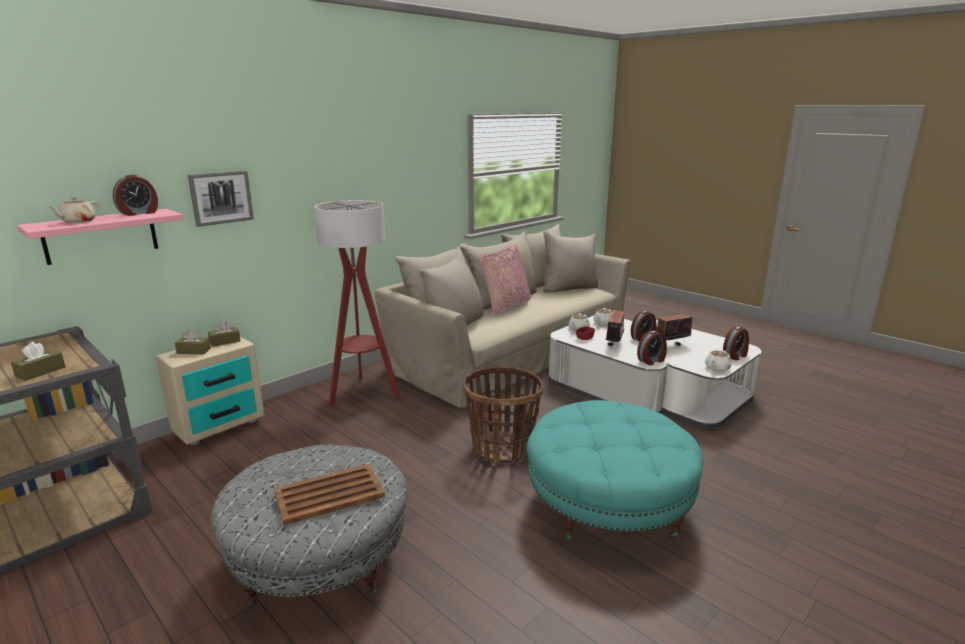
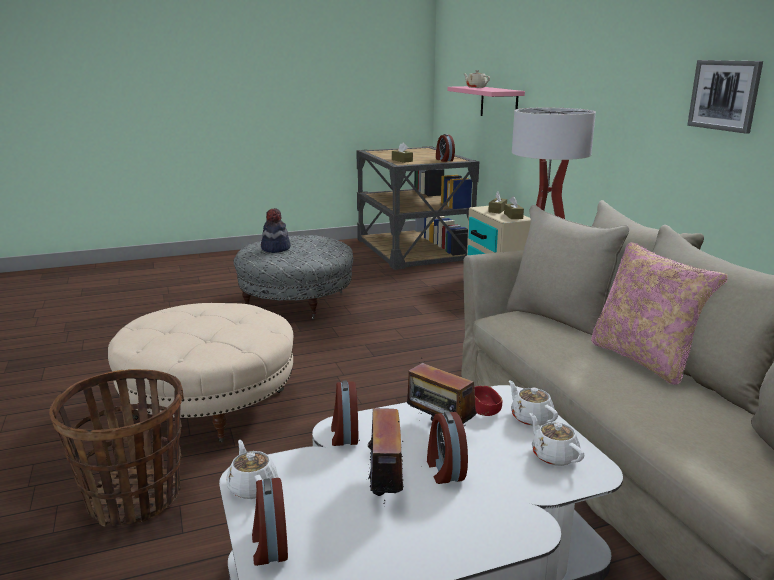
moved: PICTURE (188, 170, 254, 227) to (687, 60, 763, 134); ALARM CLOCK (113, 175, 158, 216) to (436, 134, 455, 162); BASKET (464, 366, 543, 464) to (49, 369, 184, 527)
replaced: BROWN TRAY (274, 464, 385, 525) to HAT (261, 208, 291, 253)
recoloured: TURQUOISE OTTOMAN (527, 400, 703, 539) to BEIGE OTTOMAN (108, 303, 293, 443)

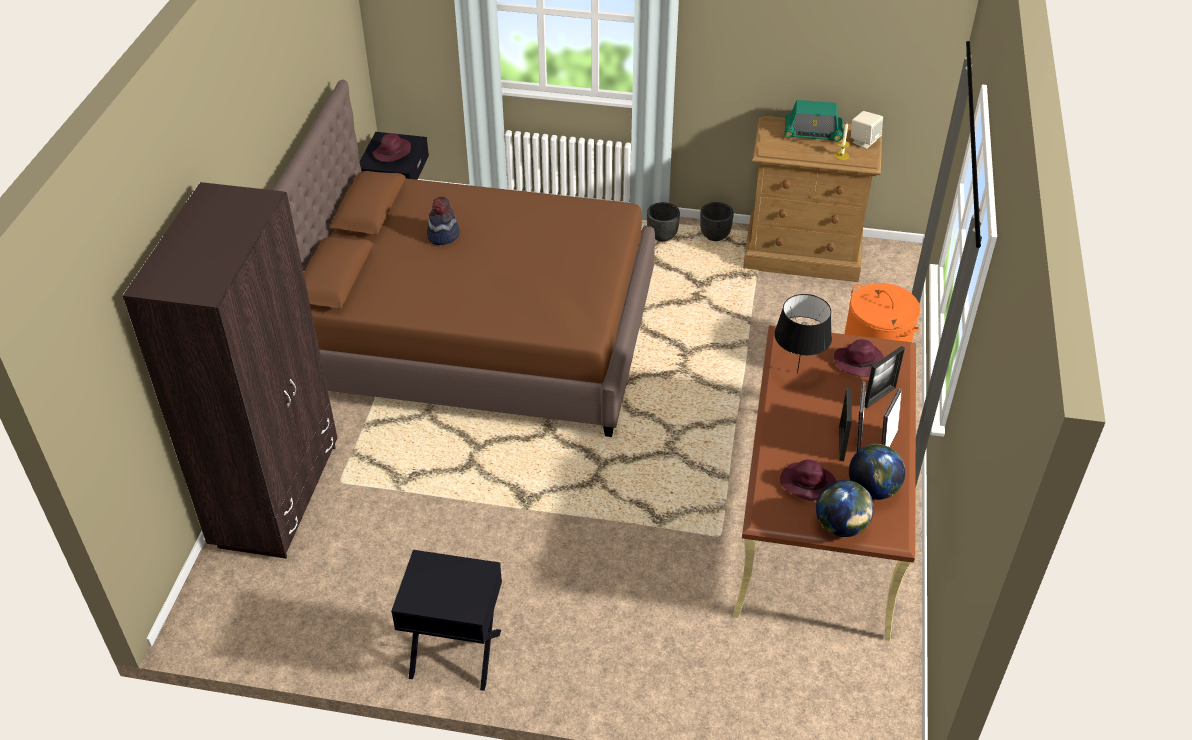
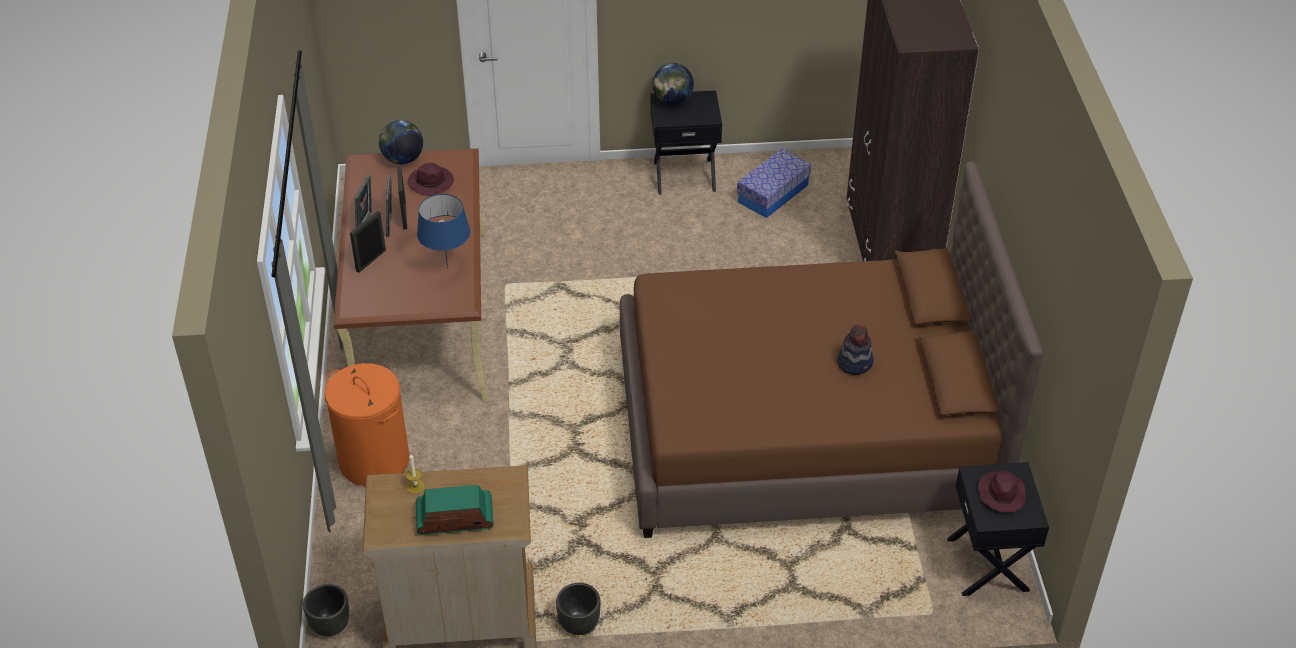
removed: BEIGE SPEAKER (851, 111, 883, 149); PURPLE HAT (834, 339, 884, 377)
added: STORAGE BOX (737, 149, 812, 218)
moved: BLACK PLANTER (647, 202, 680, 242) to (303, 584, 349, 636); GLOBE (849, 444, 905, 500) to (653, 63, 694, 105)
recoloured: BLACK TABLE LAMP (774, 294, 832, 373) to BLUE TABLE LAMP (417, 194, 470, 269)

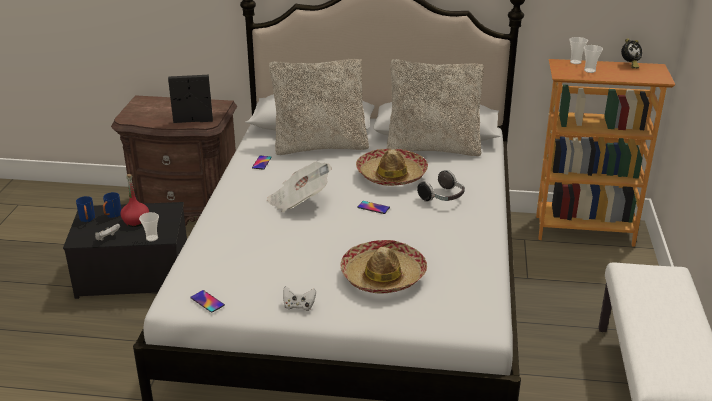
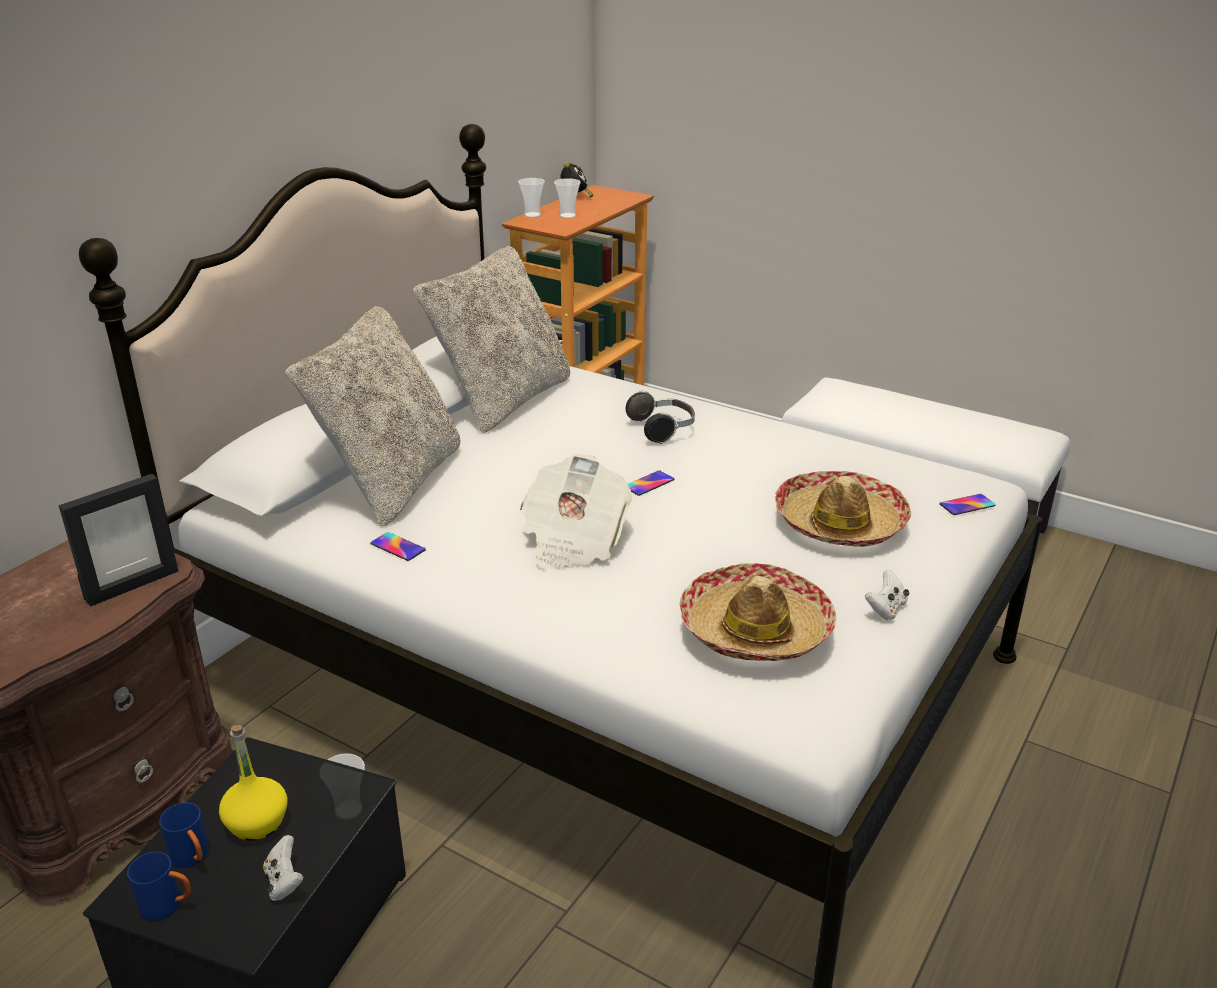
moved: HAT (356, 149, 428, 186) to (679, 563, 836, 661); PHONE (190, 290, 225, 313) to (940, 494, 996, 515)
recoloured: RED BOTTLE (120, 174, 149, 227) to YELLOW BOTTLE (219, 725, 288, 841)
turned: PICTURE FRAME (168, 75, 213, 123) = (59, 474, 178, 606) 150 degrees counterclockwise

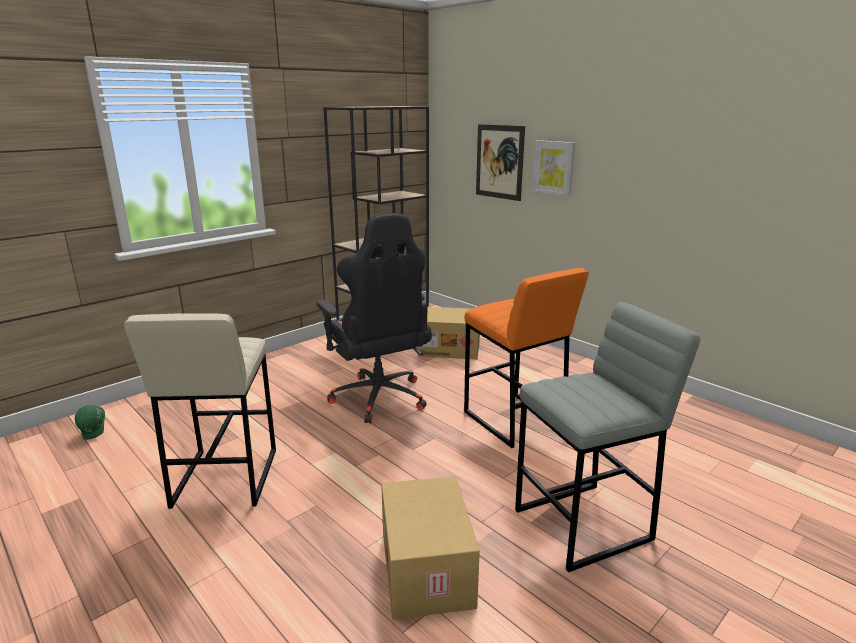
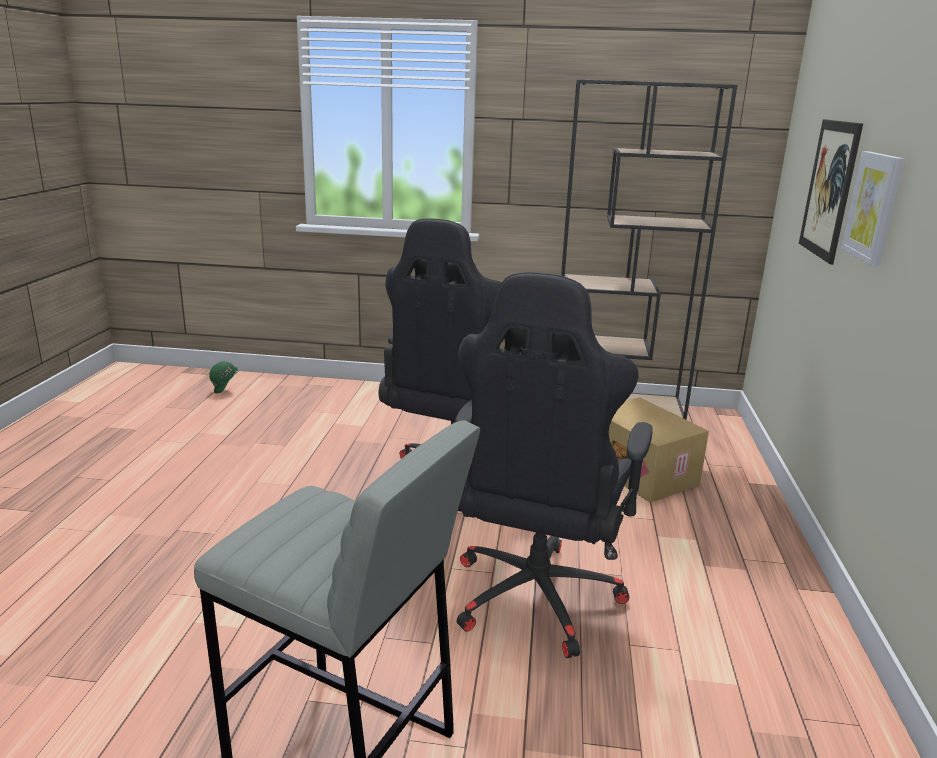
removed: BEIGE STOOL (124, 313, 276, 509); CARDBOARD BOX (381, 476, 480, 620)
replaced: ORANGE STOOL (464, 268, 589, 448) to BLACK OFFICE CHAIR (455, 272, 653, 658)

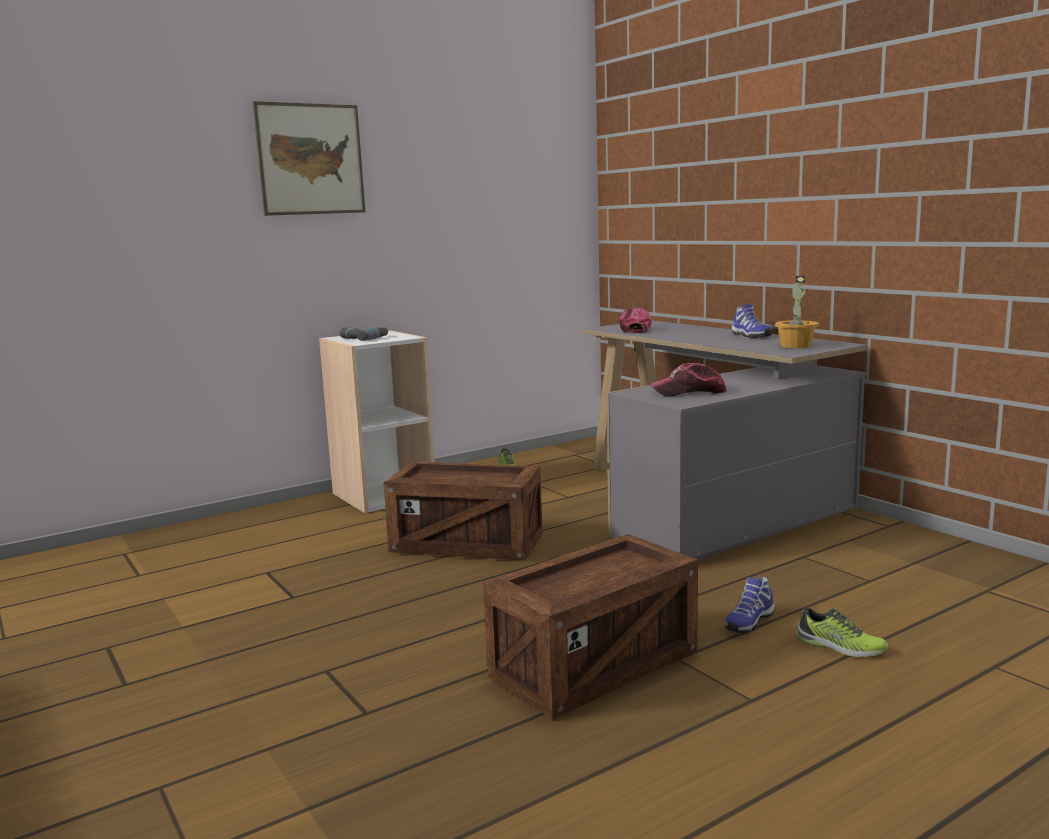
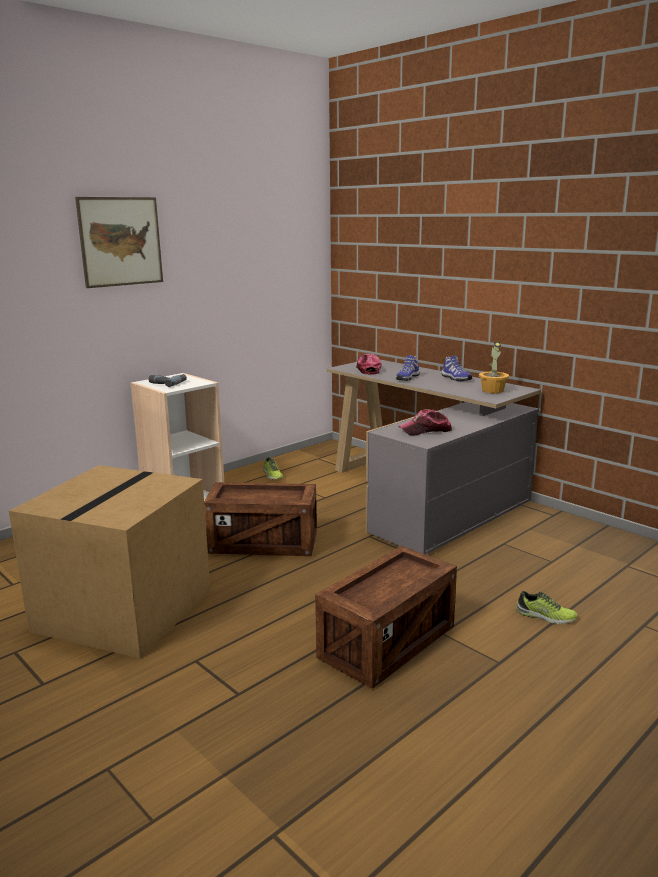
added: CARDBOARD BOX (9, 465, 210, 658)
moved: SHOE (725, 577, 775, 634) to (396, 355, 420, 381)

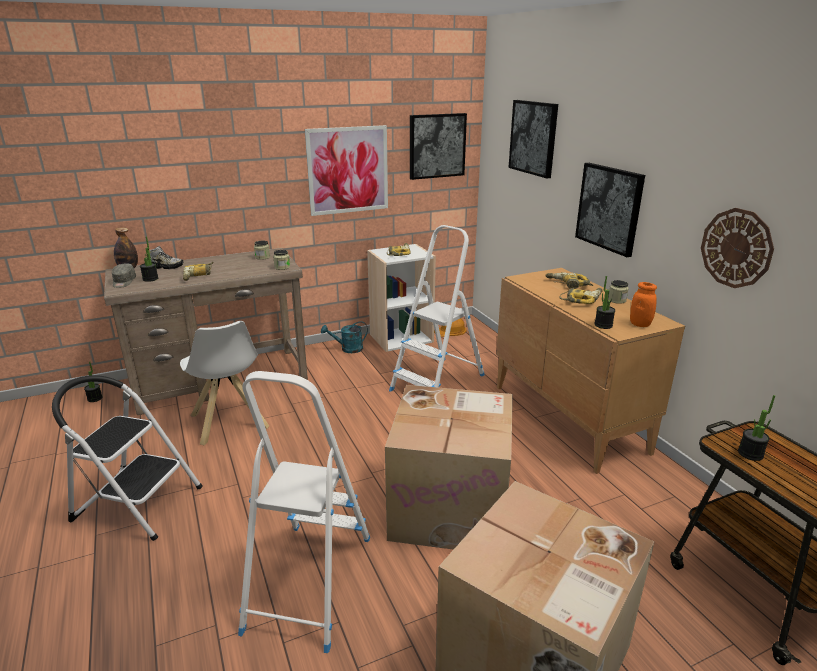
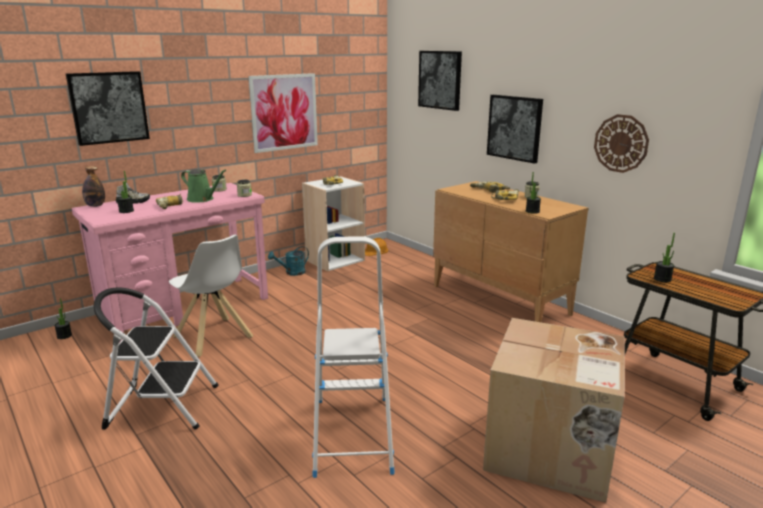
removed: WHITE STEP LADDER (389, 225, 485, 392); GREY CAP (112, 263, 136, 288); ORANGE JAR (630, 282, 657, 327); CARDBOARD BOX (385, 385, 513, 550)
added: GREEN WATERING CAN (181, 169, 226, 203)
moved: PICTURE (410, 113, 467, 180) to (66, 71, 150, 146)
recoloured: BROWN DESK (104, 248, 308, 415) to PINK DESK (72, 183, 268, 343)

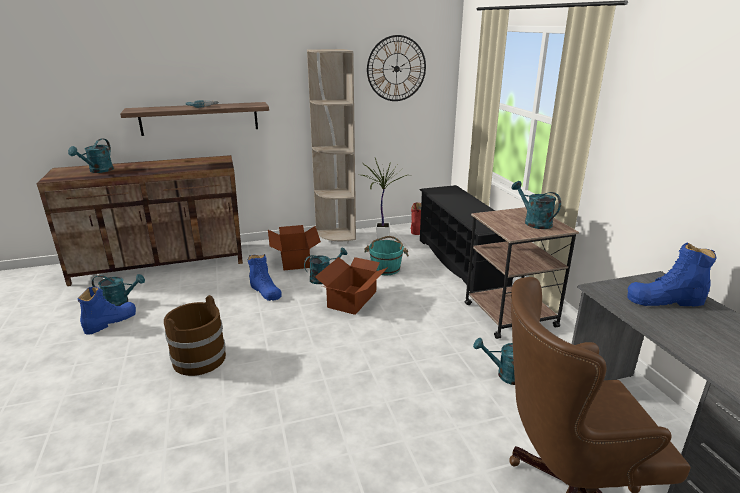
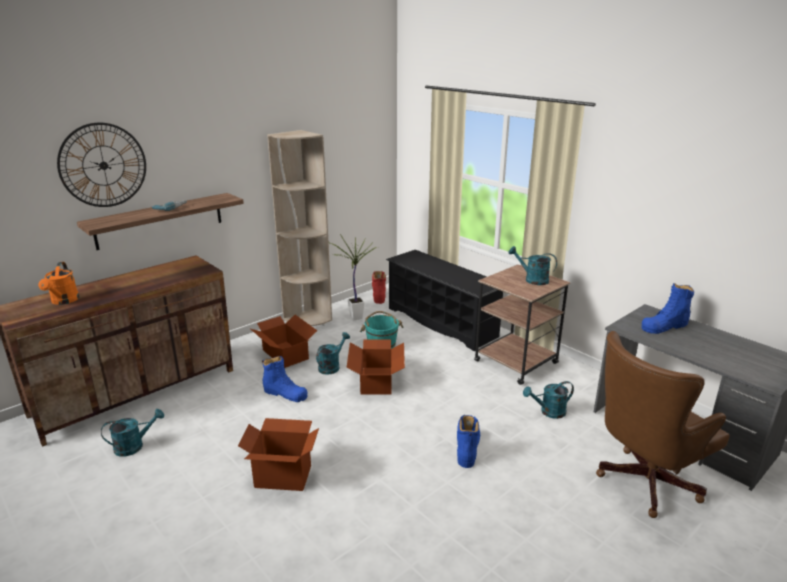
moved: WALL CLOCK (367, 35, 426, 101) to (57, 122, 146, 207); BLUE BOOT (78, 286, 136, 335) to (457, 415, 480, 468)
replaced: BROWN BUCKET (164, 295, 226, 376) to CARDBOARD BOX (238, 418, 319, 491)
recoloured: TURQUOISE WATERING CAN (68, 139, 114, 173) to ORANGE WATERING CAN (38, 262, 79, 305)

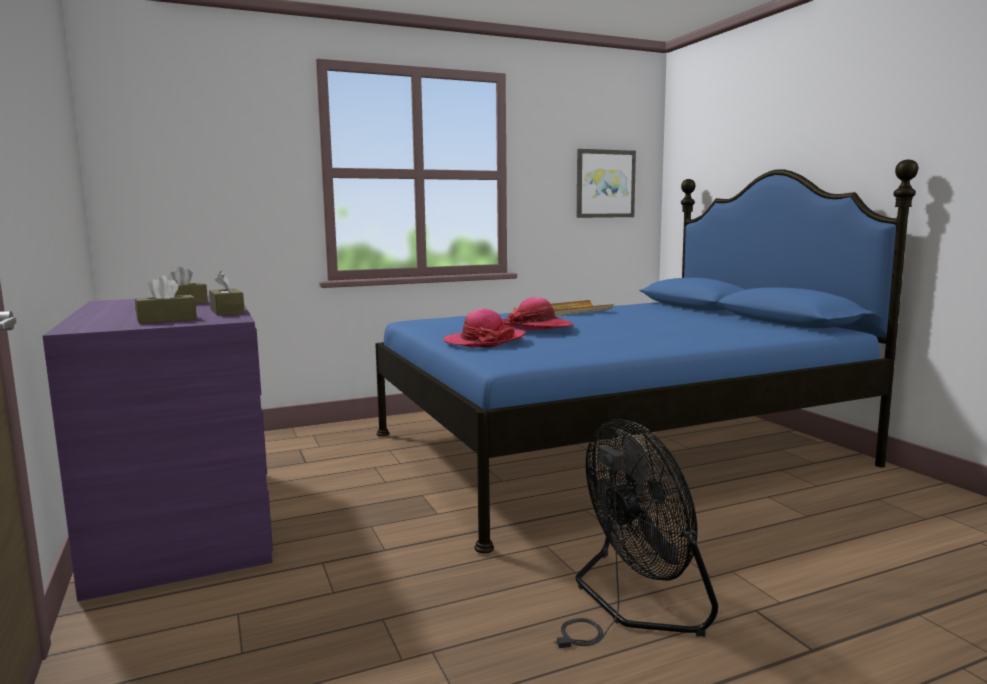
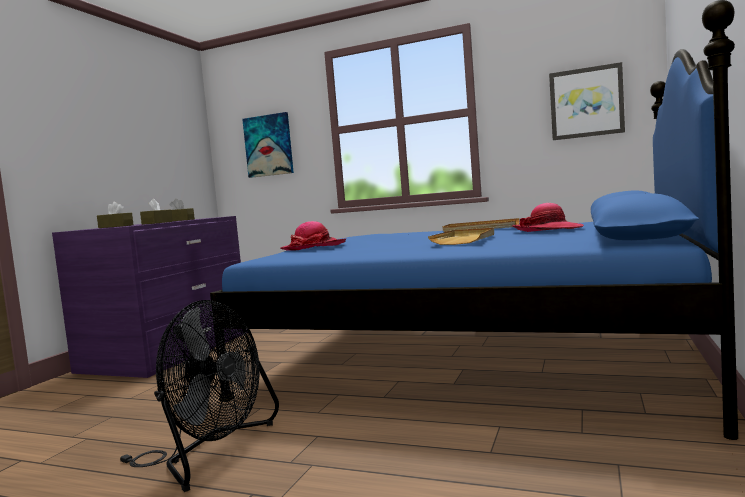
added: PICTURE (242, 112, 294, 178); BEIGE TRAY (428, 228, 494, 245)
moved: HAT (502, 297, 573, 330) to (512, 203, 584, 232)

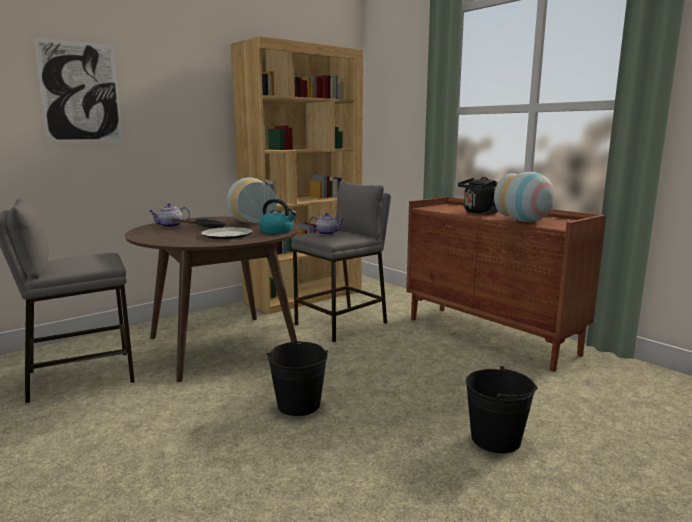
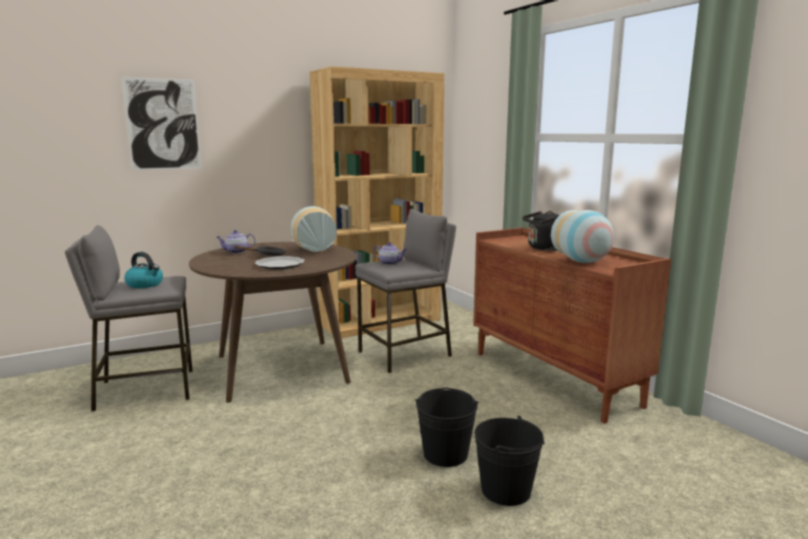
moved: KETTLE (259, 199, 297, 234) to (124, 252, 163, 288); BLACK BUCKET (267, 341, 328, 416) to (415, 388, 478, 467)

